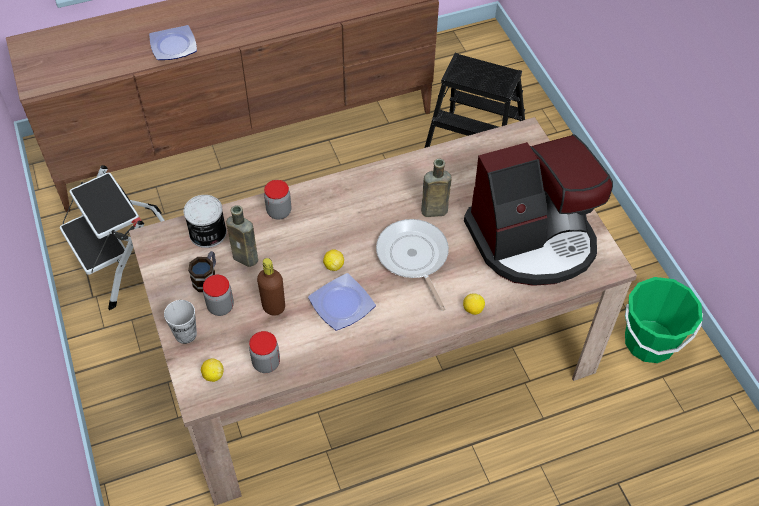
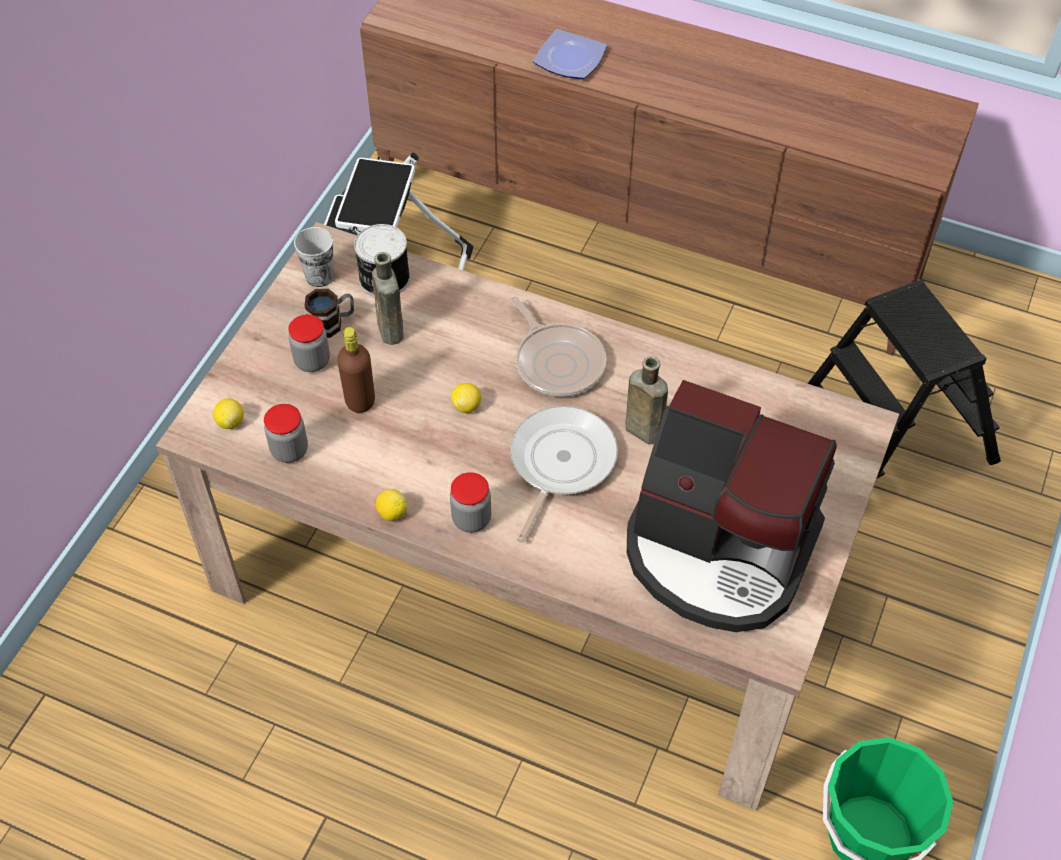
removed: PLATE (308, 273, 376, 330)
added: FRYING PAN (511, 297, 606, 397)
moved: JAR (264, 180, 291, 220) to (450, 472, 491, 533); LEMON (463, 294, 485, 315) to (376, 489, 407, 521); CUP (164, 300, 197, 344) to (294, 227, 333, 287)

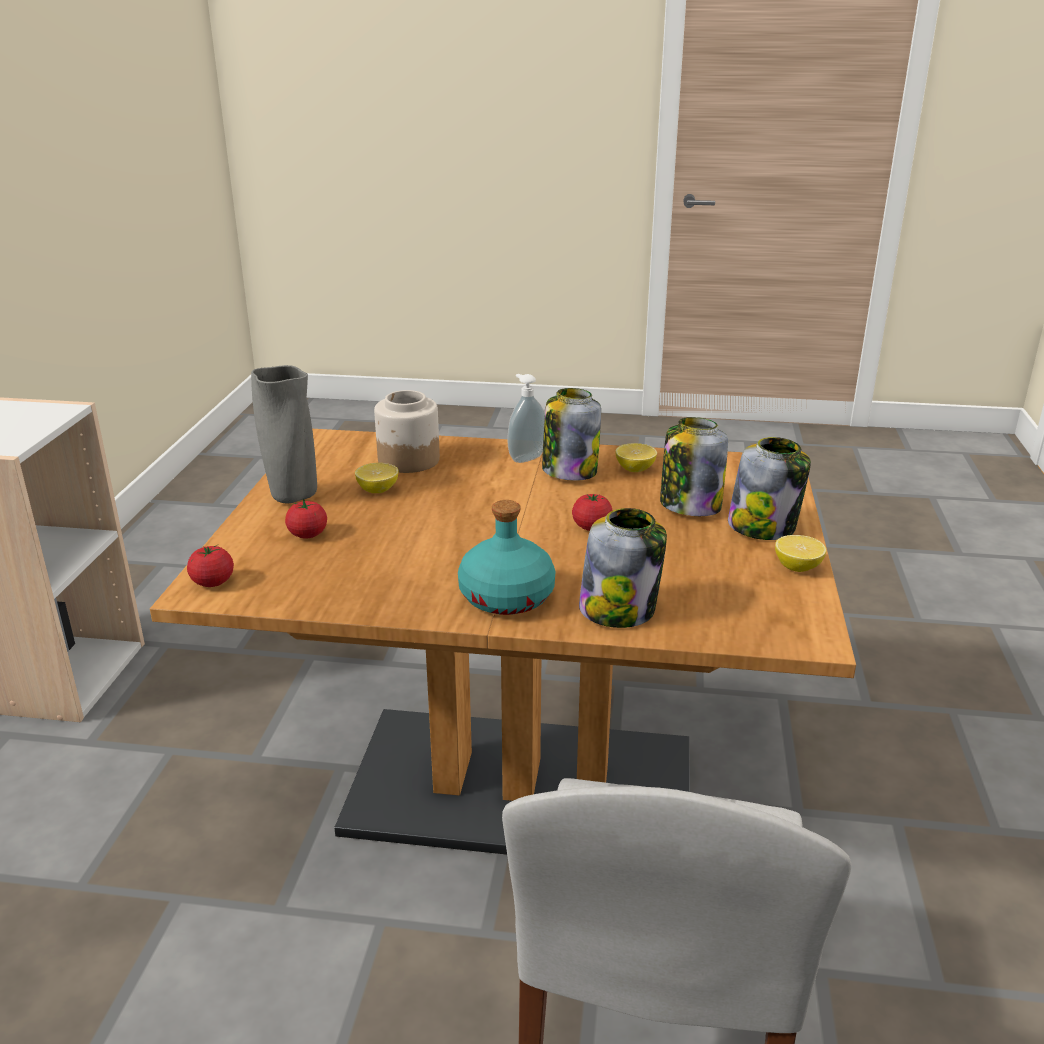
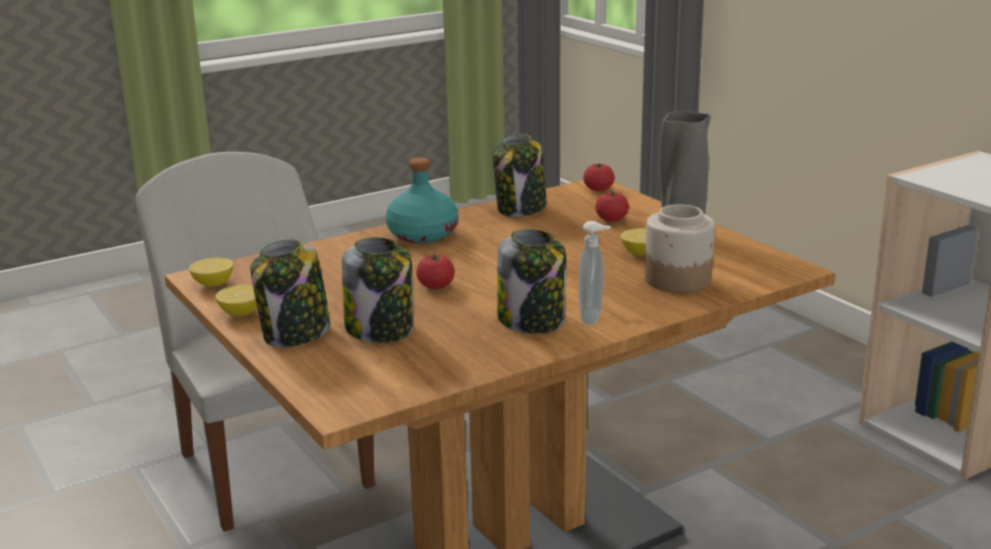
moved: LEMON (615, 443, 657, 472) to (189, 257, 233, 287); JAR (579, 508, 667, 628) to (493, 134, 547, 217)

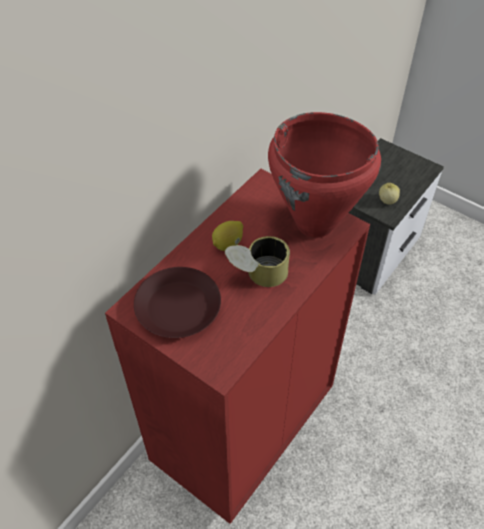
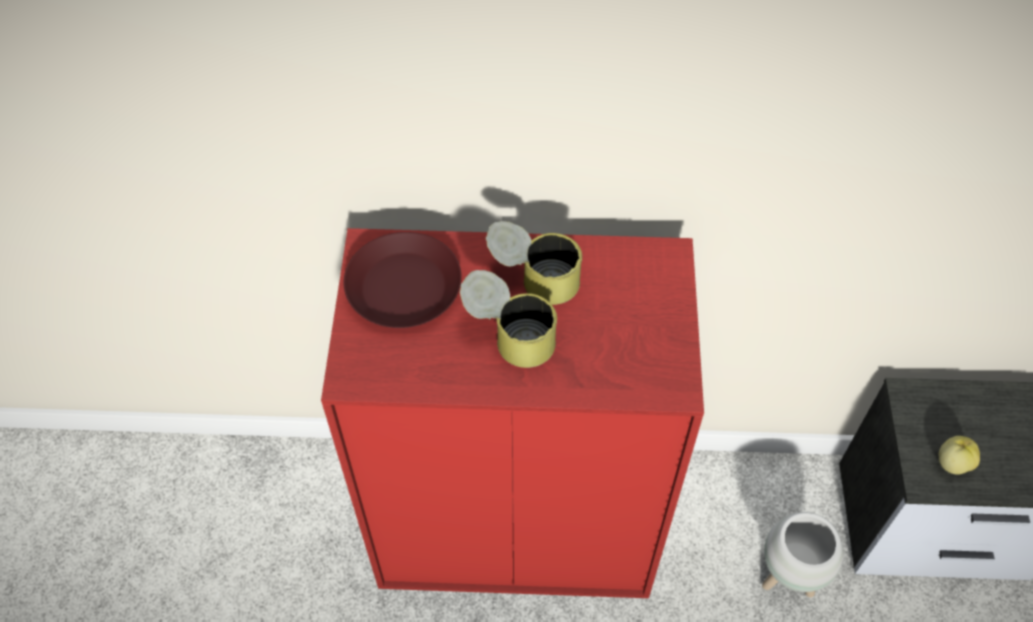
removed: RED COOKING POT (268, 112, 381, 238)
added: WHITE PLANTER (762, 512, 843, 597)
replaced: LEMON (212, 221, 243, 251) to CAN (486, 221, 582, 305)

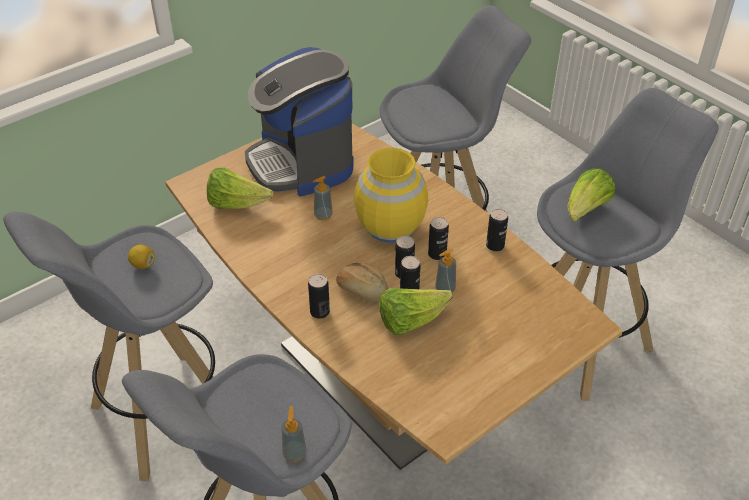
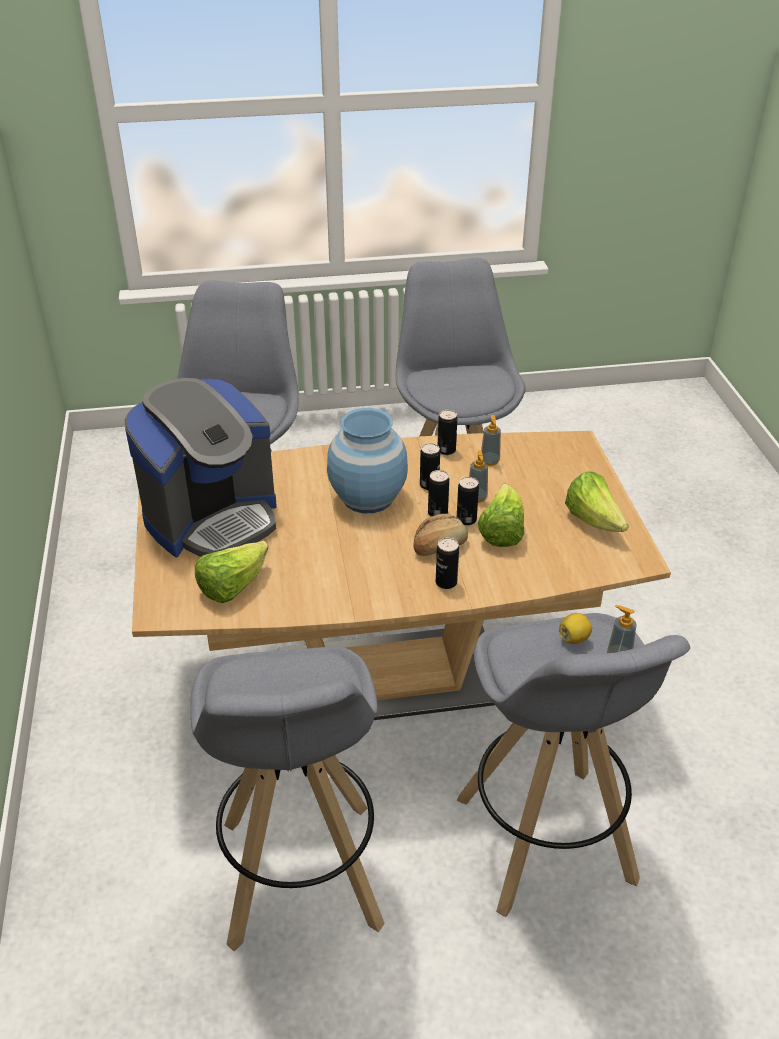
moved: LETTUCE (568, 169, 615, 221) to (565, 471, 629, 532); SOAP DISPENSER (313, 176, 333, 221) to (481, 415, 501, 466); LEMON (128, 245, 155, 269) to (559, 613, 592, 644)
recoloured: YELLOW VASE (354, 147, 428, 243) to BLUE VASE (327, 408, 408, 513)
turned: COFFEE MACHINE (245, 47, 353, 197) = (125, 378, 277, 557) 45 degrees counterclockwise

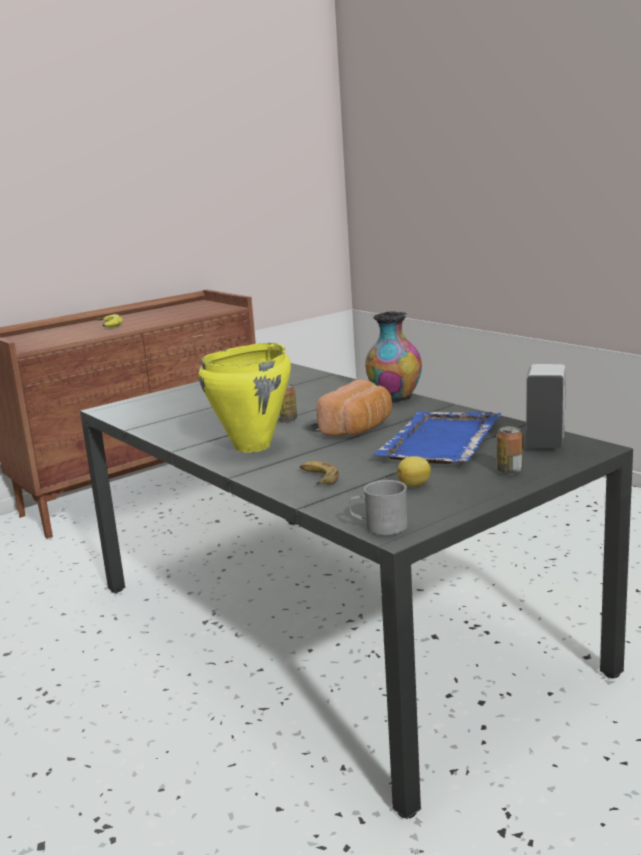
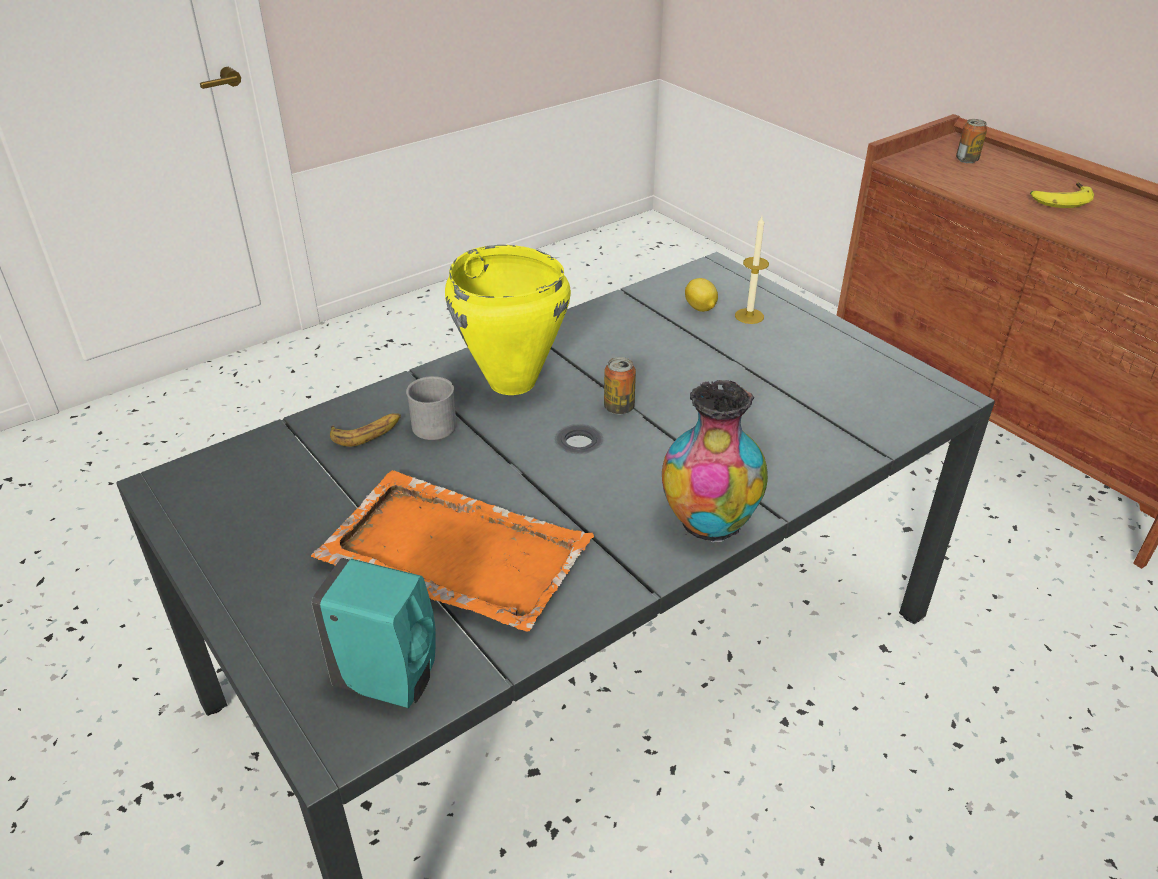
removed: BREAD (317, 379, 392, 437)
added: CANDLE (735, 216, 769, 324)
moved: CAN (497, 426, 523, 475) to (956, 119, 987, 163); LEMON (397, 456, 431, 487) to (685, 278, 718, 312); GREY MUG (349, 480, 407, 535) to (406, 376, 457, 440)
recoloured: WHITE SOAP DISPENSER (526, 364, 566, 448) to TURQUOISE SOAP DISPENSER (312, 558, 436, 708); BLUE TRAY (373, 411, 501, 464) to ORANGE TRAY (311, 470, 594, 631)

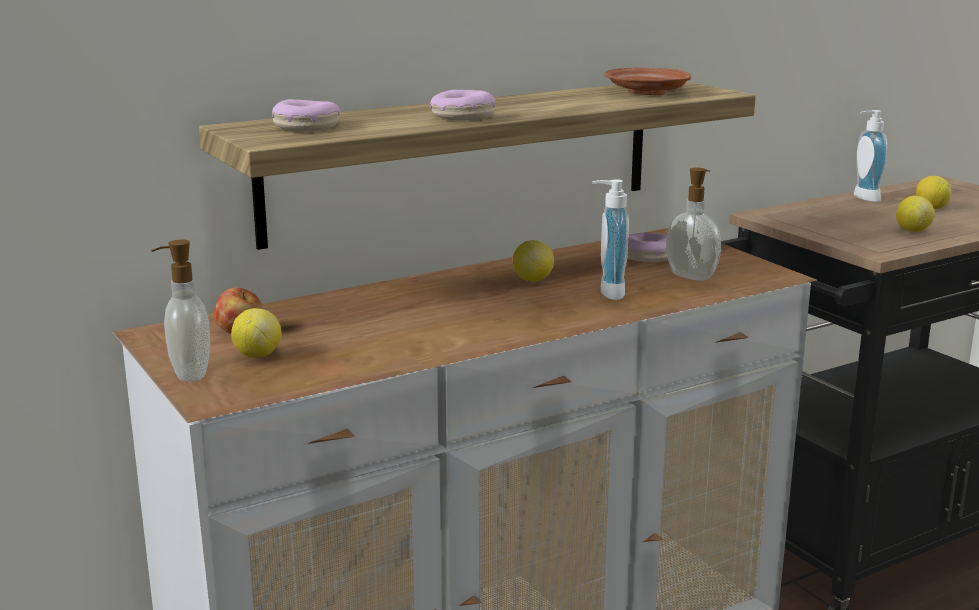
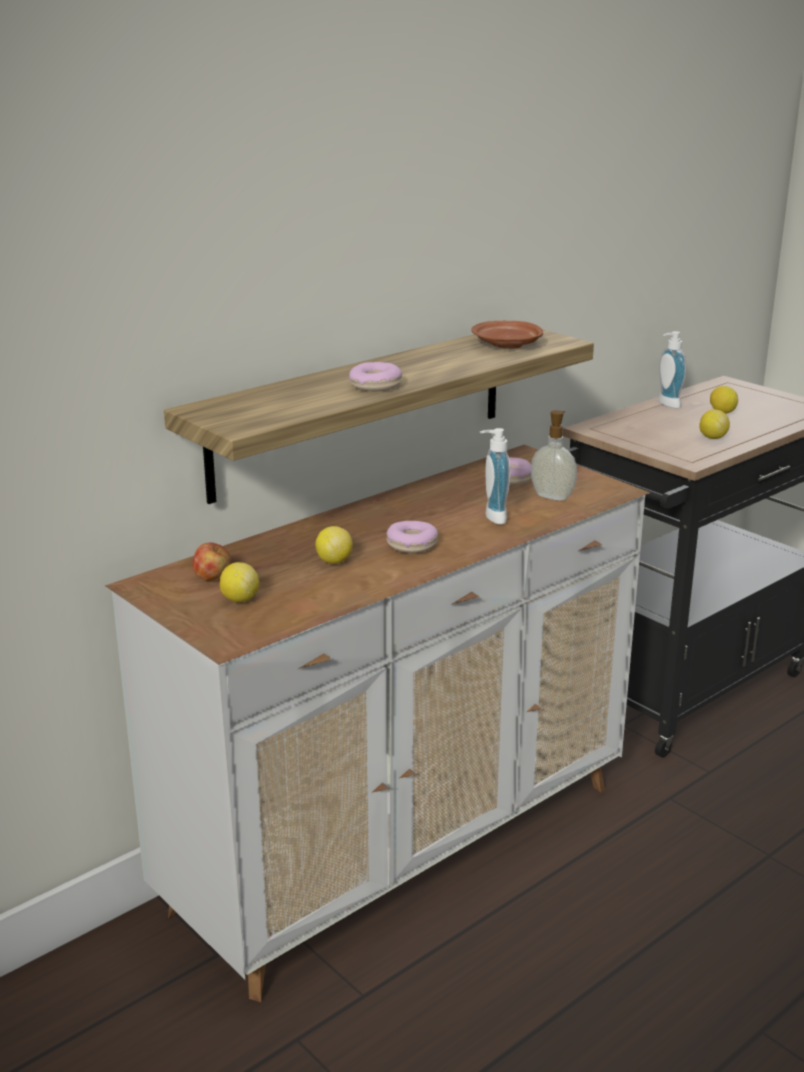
removed: SOAP DISPENSER (151, 239, 210, 382)
moved: DONUT (272, 99, 340, 131) to (386, 521, 438, 553); LEMON (513, 240, 554, 282) to (315, 526, 353, 564)

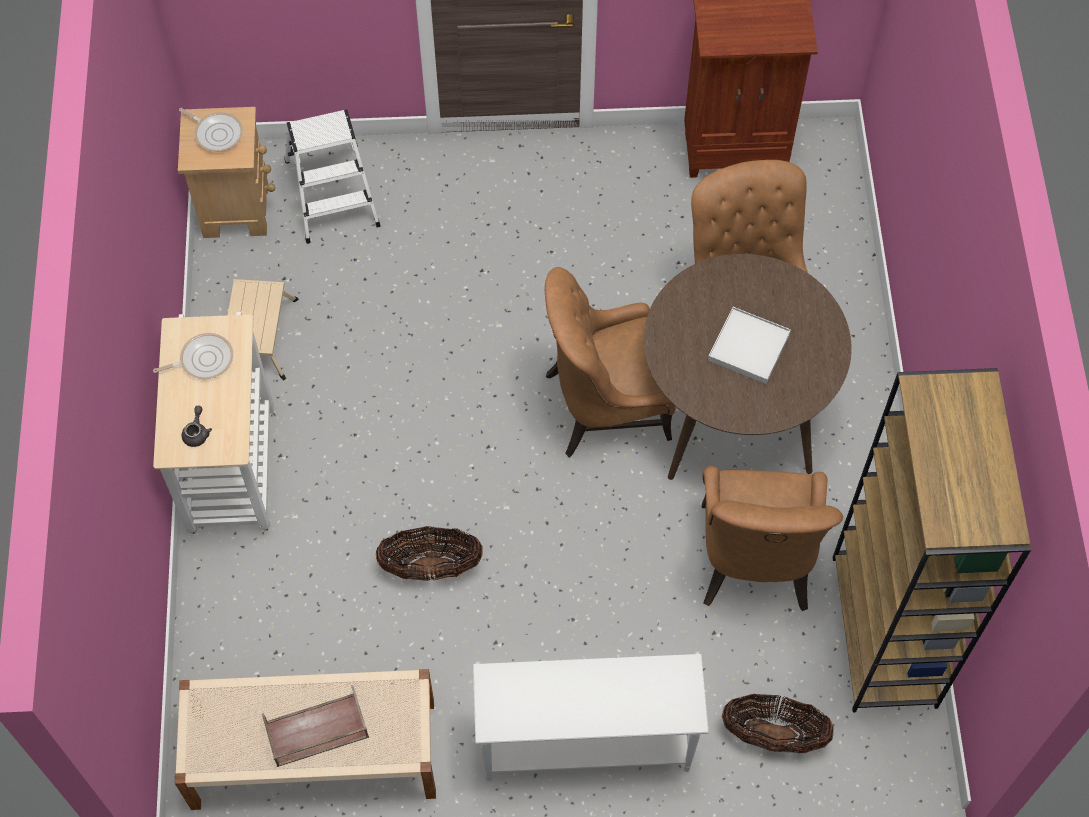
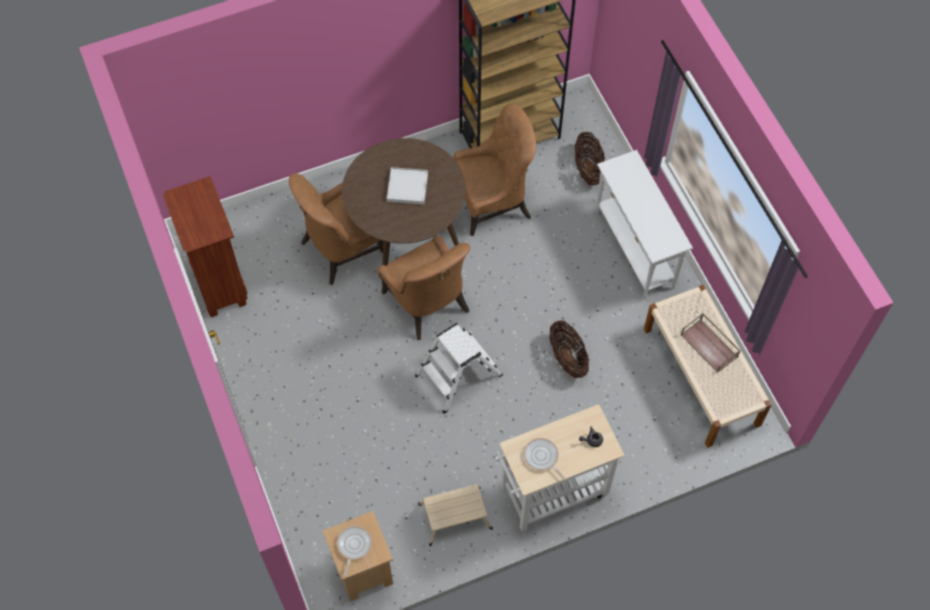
moved: WHITE STEP LADDER (284, 109, 380, 244) to (415, 323, 503, 414)

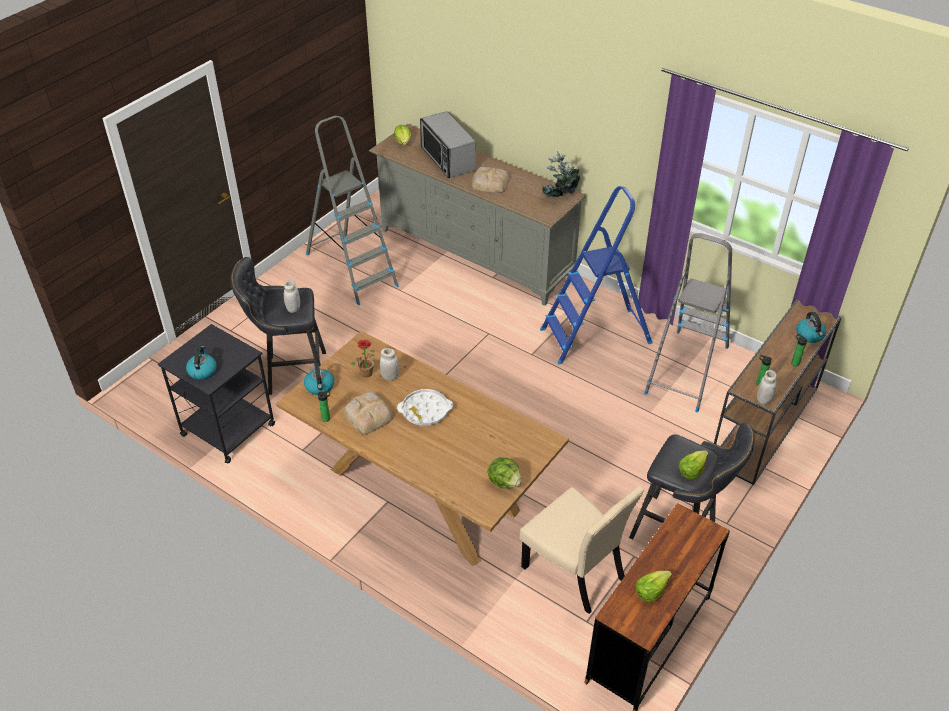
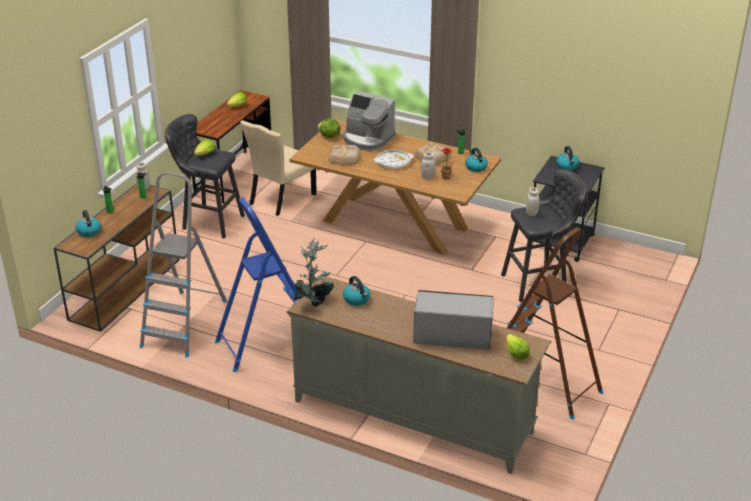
added: COFFEE MACHINE (343, 91, 396, 151); KETTLE (343, 276, 370, 306)
moved: BREAD (472, 167, 509, 193) to (329, 145, 361, 165)
recoloured: GREY STEP LADDER (306, 116, 399, 305) to BROWN STEP LADDER (507, 227, 603, 420)
turned: MICROWAVE (420, 111, 476, 178) = (413, 290, 494, 350) 45 degrees counterclockwise; BEIGE CHAIR (519, 486, 644, 614) = (240, 120, 317, 216) 90 degrees counterclockwise

